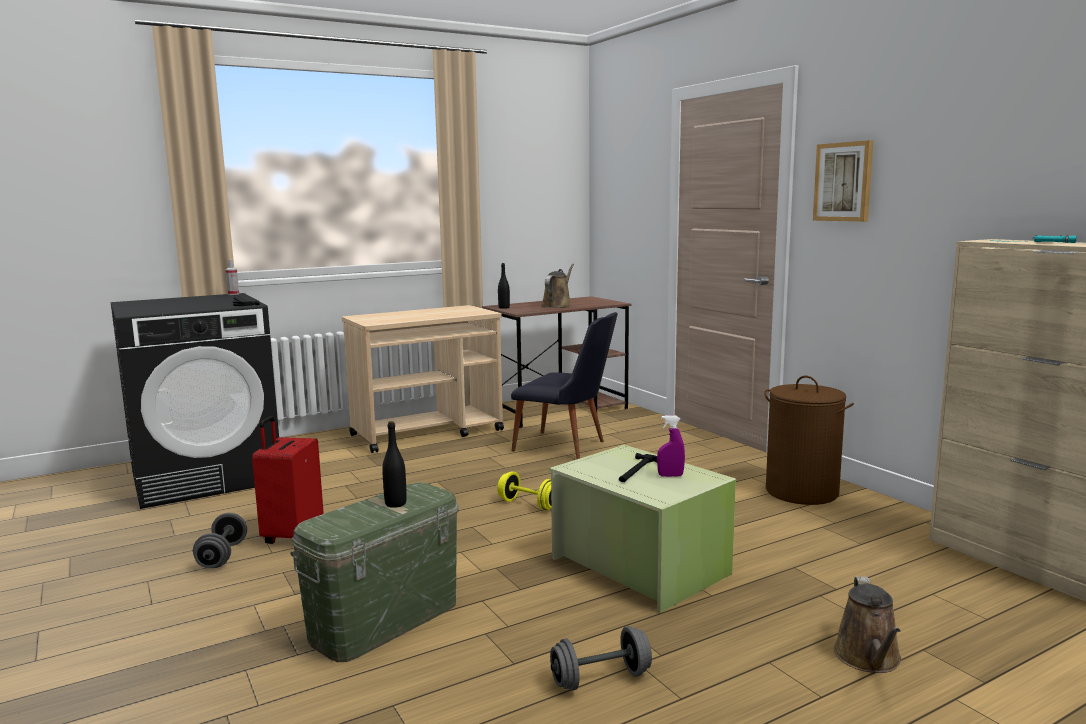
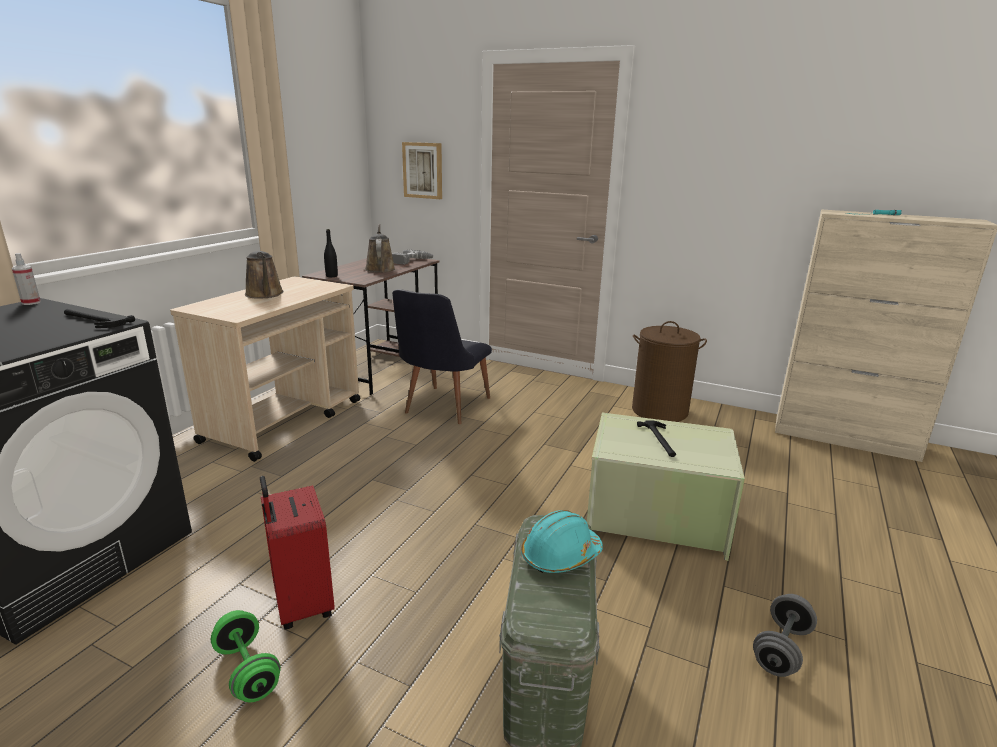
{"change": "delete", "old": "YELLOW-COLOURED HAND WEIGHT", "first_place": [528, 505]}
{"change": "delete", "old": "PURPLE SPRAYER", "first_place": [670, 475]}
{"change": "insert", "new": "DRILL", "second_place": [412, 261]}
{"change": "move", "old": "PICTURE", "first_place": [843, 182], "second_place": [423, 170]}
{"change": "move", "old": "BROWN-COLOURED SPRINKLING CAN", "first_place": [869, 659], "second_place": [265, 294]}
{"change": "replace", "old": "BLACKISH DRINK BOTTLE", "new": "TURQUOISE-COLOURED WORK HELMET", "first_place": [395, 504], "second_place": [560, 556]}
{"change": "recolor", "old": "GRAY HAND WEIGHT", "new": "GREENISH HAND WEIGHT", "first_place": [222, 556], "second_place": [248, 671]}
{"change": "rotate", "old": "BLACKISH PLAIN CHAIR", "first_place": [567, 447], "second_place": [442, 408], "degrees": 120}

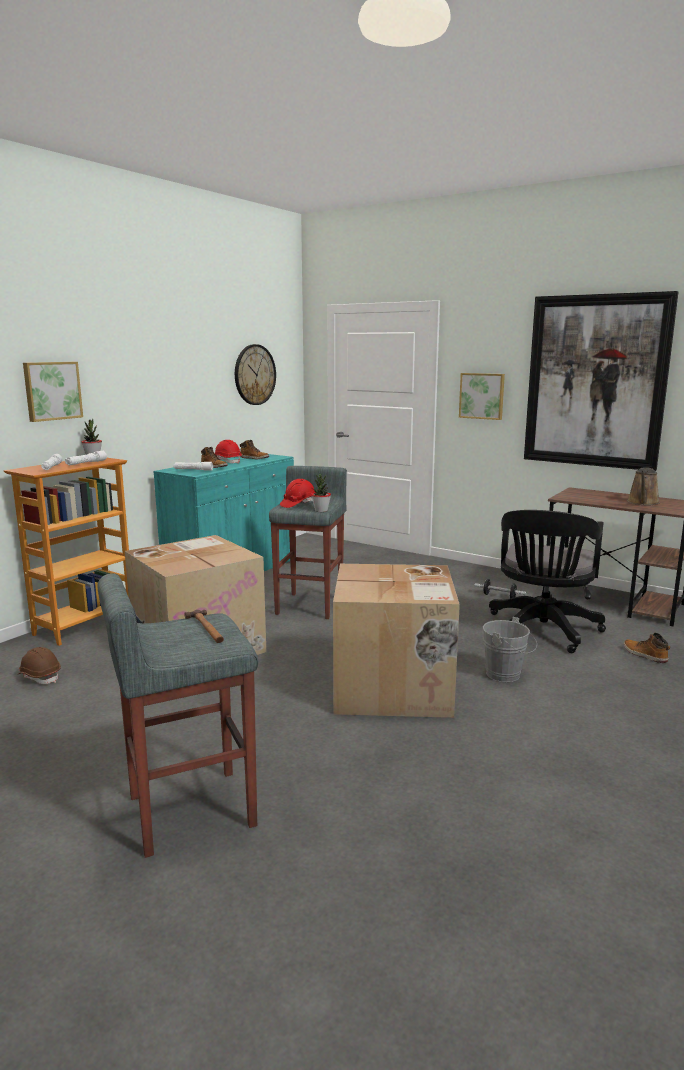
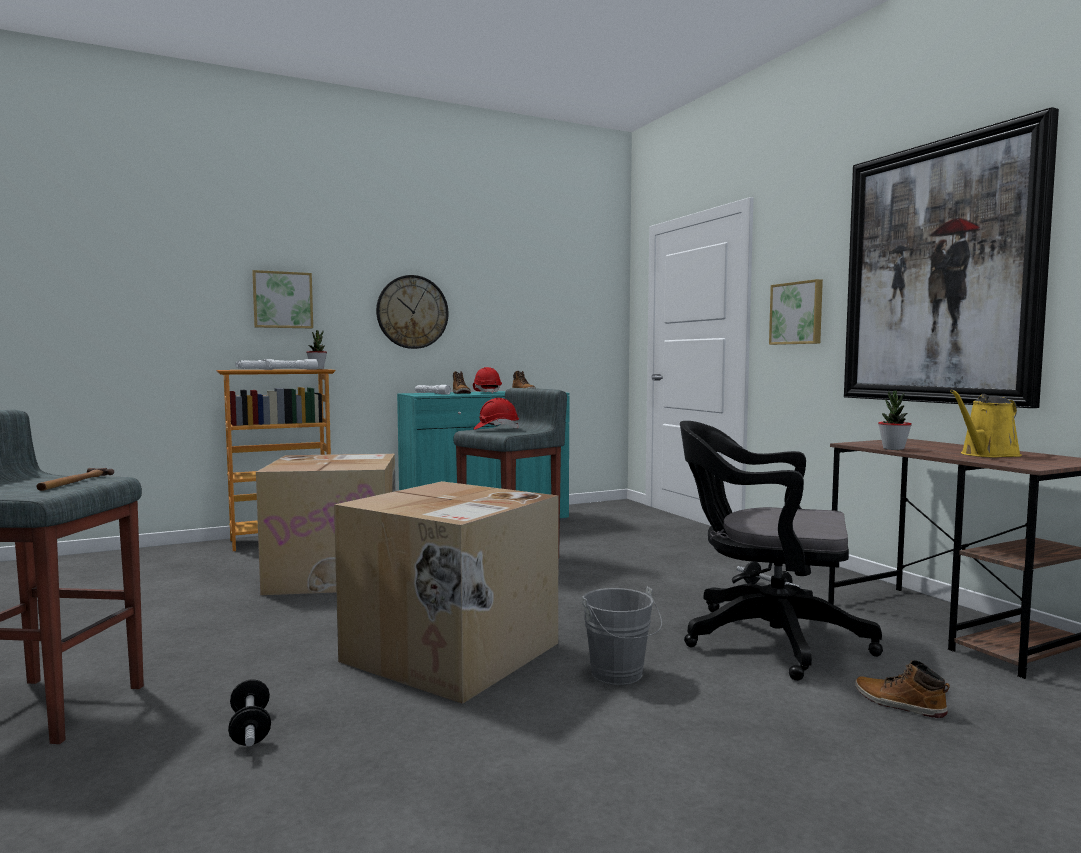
{"change": "delete", "old": "BROWN-COLOURED WORK HELMET", "first_place": [40, 677]}
{"change": "insert", "new": "HAND WEIGHT", "second_place": [250, 729]}
{"change": "move", "old": "WALL CLOCK", "first_place": [254, 375], "second_place": [412, 312]}
{"change": "move", "old": "HOUSEPLANT", "first_place": [321, 510], "second_place": [893, 449]}
{"change": "recolor", "old": "BROWN-COLOURED SPRINKLING CAN", "new": "YELLOW-COLOURED SPRINKLING CAN", "first_place": [643, 503], "second_place": [987, 455]}
{"change": "rotate", "old": "BLACKISH DESK CHAIR", "first_place": [542, 631], "second_place": [764, 638], "degrees": 60}
{"change": "rotate", "old": "TALL BOOT", "first_place": [644, 655], "second_place": [899, 704], "degrees": -45}

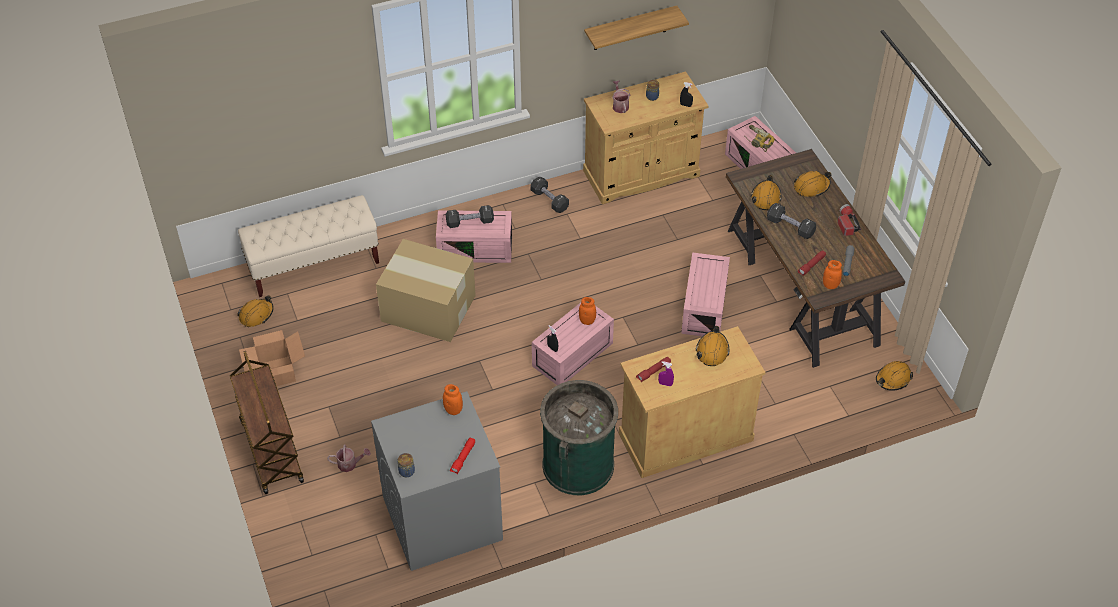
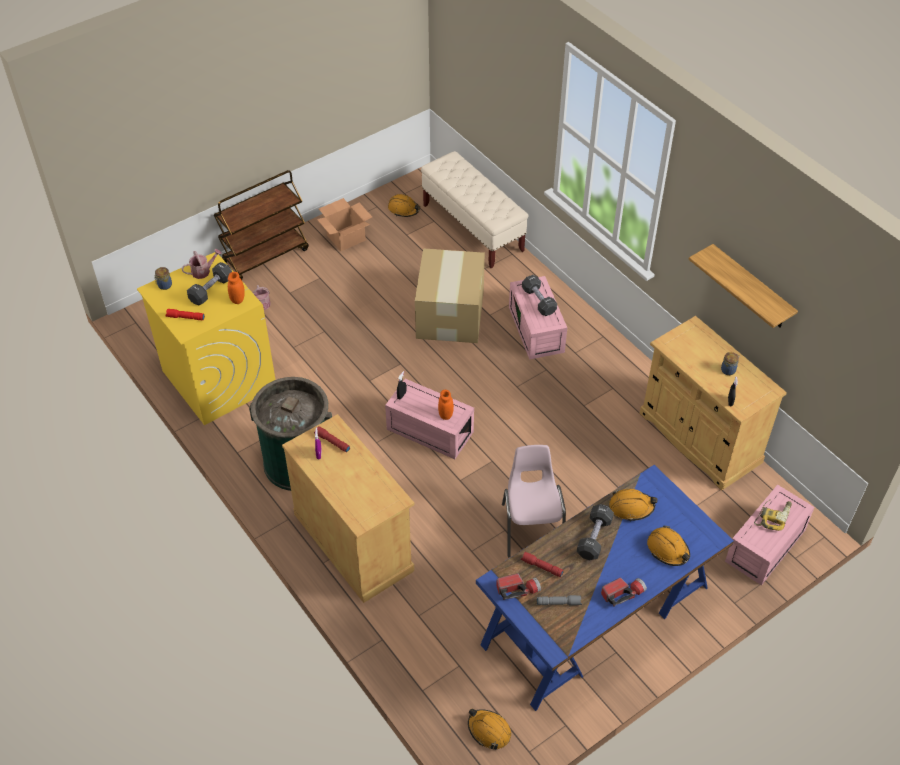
{"change": "delete", "old": "ORANGEY WORK HELMET", "first_place": [712, 351]}
{"change": "move", "old": "BLACKISH HAND WEIGHT", "first_place": [549, 200], "second_place": [211, 290]}
{"change": "move", "old": "SPRINKLING CAN", "first_place": [620, 105], "second_place": [203, 271]}
{"change": "replace", "old": "PINKISH STORAGE BOX", "new": "PINKISH PLAIN CHAIR", "first_place": [703, 306], "second_place": [531, 527]}
{"change": "replace", "old": "ORANGEY JAR", "new": "TORCH", "first_place": [830, 285], "second_place": [518, 590]}
{"change": "recolor", "old": "GRAY LAUNDRY MACHINE", "new": "YELLOW-COLOURED LAUNDRY MACHINE", "first_place": [441, 519], "second_place": [218, 378]}
{"change": "recolor", "old": "BROWN-COLOURED DESK TABLE", "new": "BLUE-COLOURED DESK TABLE", "first_place": [802, 286], "second_place": [596, 617]}

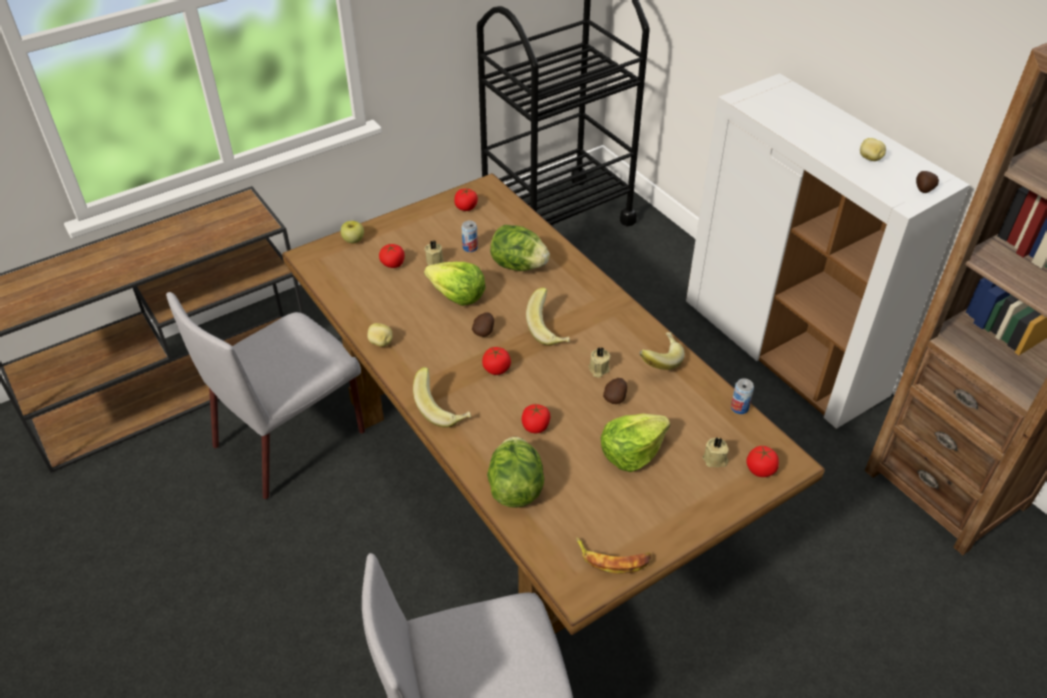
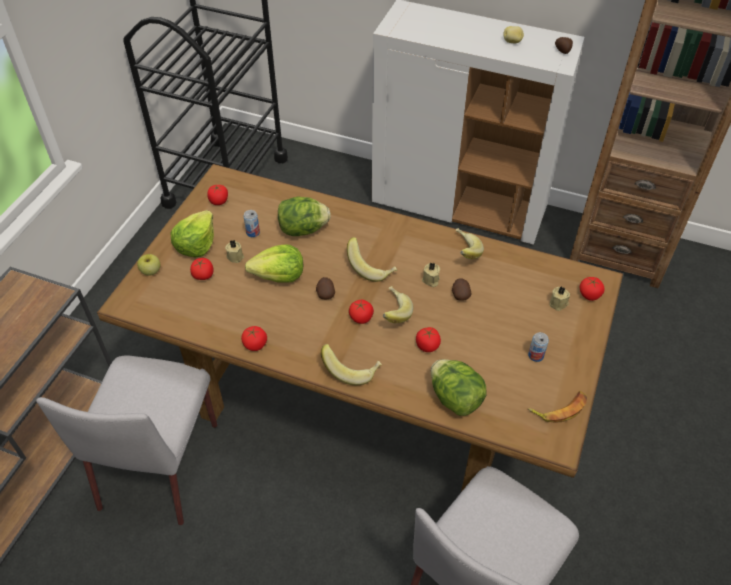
{"change": "insert", "new": "BANANA FRUIT", "second_place": [392, 313]}
{"change": "move", "old": "HEAD OF LETTUCE", "first_place": [631, 452], "second_place": [196, 244]}
{"change": "move", "old": "METAL CAN", "first_place": [739, 407], "second_place": [536, 355]}
{"change": "replace", "old": "SPUD", "new": "WHOLE TOMATO", "first_place": [381, 343], "second_place": [255, 344]}

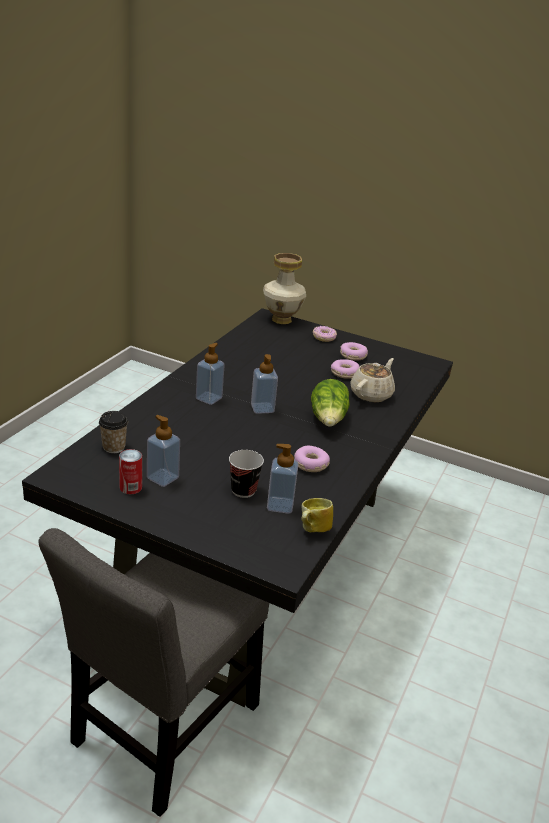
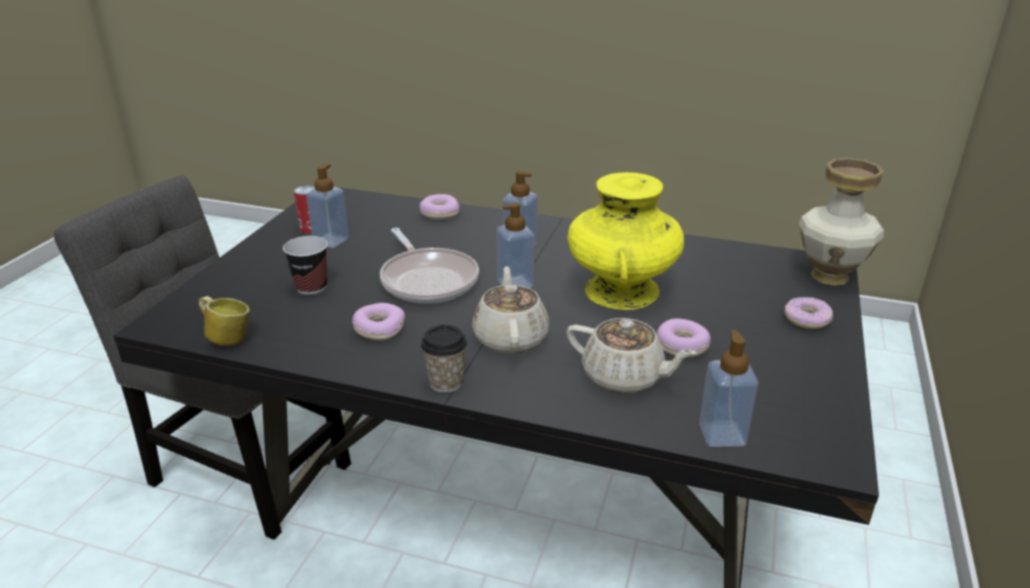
{"change": "insert", "new": "SKILLET", "second_place": [428, 280]}
{"change": "insert", "new": "YELLOW-COLOURED VASE", "second_place": [621, 291]}
{"change": "move", "old": "SMALL CUP", "first_place": [113, 447], "second_place": [446, 382]}
{"change": "move", "old": "SOAP DISPENSER", "first_place": [280, 505], "second_place": [722, 434]}
{"change": "move", "old": "RING DOUGHNUT", "first_place": [353, 356], "second_place": [439, 213]}
{"change": "replace", "old": "HEAD OF LETTUCE", "new": "BEIGE TEAPOT", "first_place": [328, 420], "second_place": [510, 337]}

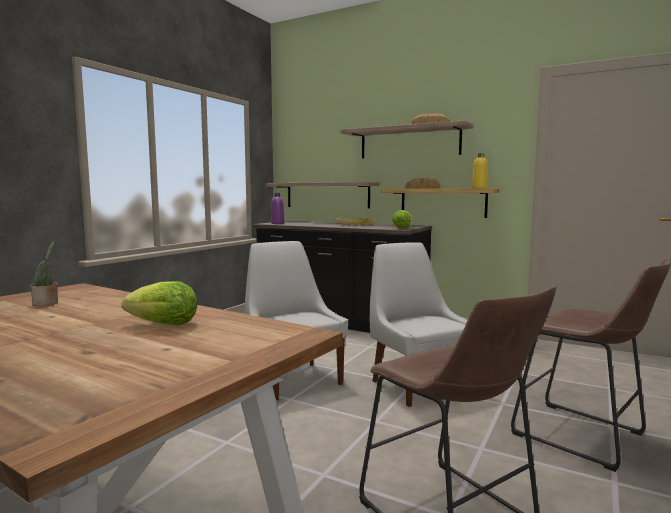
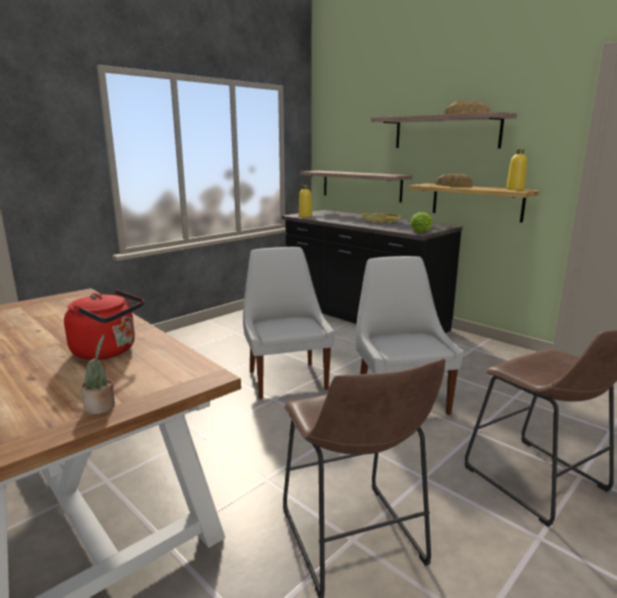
{"change": "move", "old": "HOUSEPLANT", "first_place": [47, 303], "second_place": [101, 407]}
{"change": "replace", "old": "HEAD OF LETTUCE", "new": "RED TEA KETTLE", "first_place": [164, 325], "second_place": [108, 351]}
{"change": "recolor", "old": "PURPLE DRINK BOTTLE", "new": "YELLOW-COLOURED DRINK BOTTLE", "first_place": [277, 223], "second_place": [305, 216]}

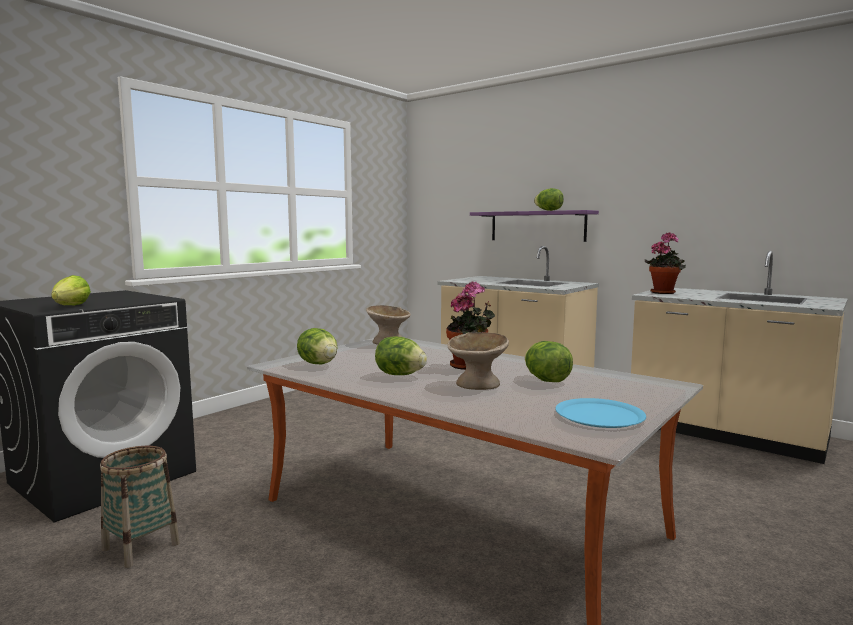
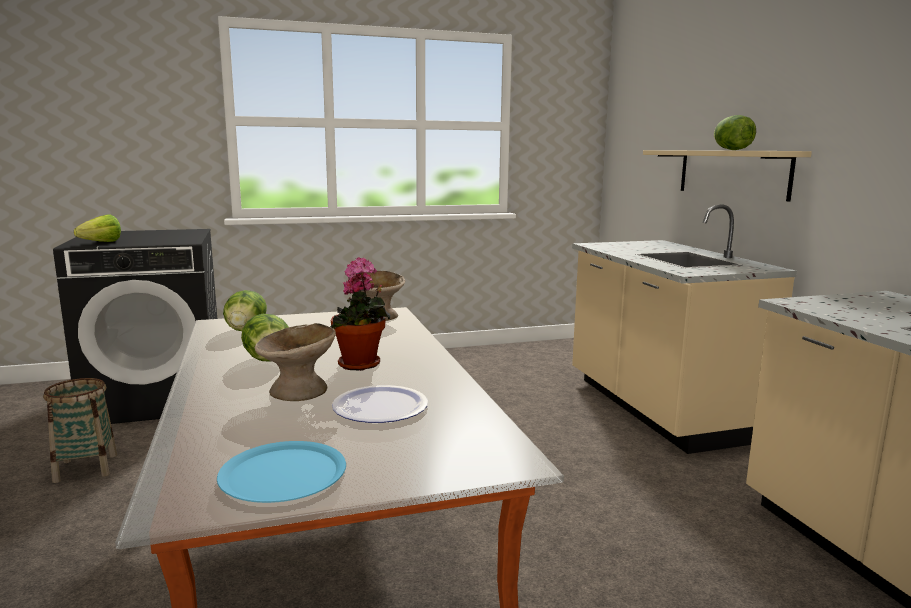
{"change": "delete", "old": "HOUSEPLANT", "first_place": [664, 292]}
{"change": "replace", "old": "HEAD OF LETTUCE", "new": "DINNER PLATE", "first_place": [546, 380], "second_place": [380, 406]}
{"change": "recolor", "old": "PURPLE SHELF", "new": "BEIGE SHELF", "first_place": [537, 226], "second_place": [732, 173]}

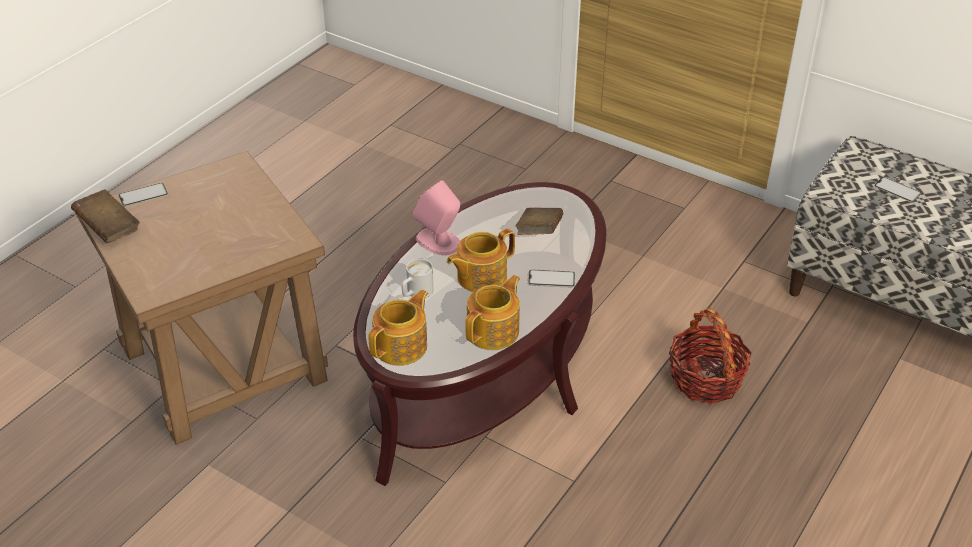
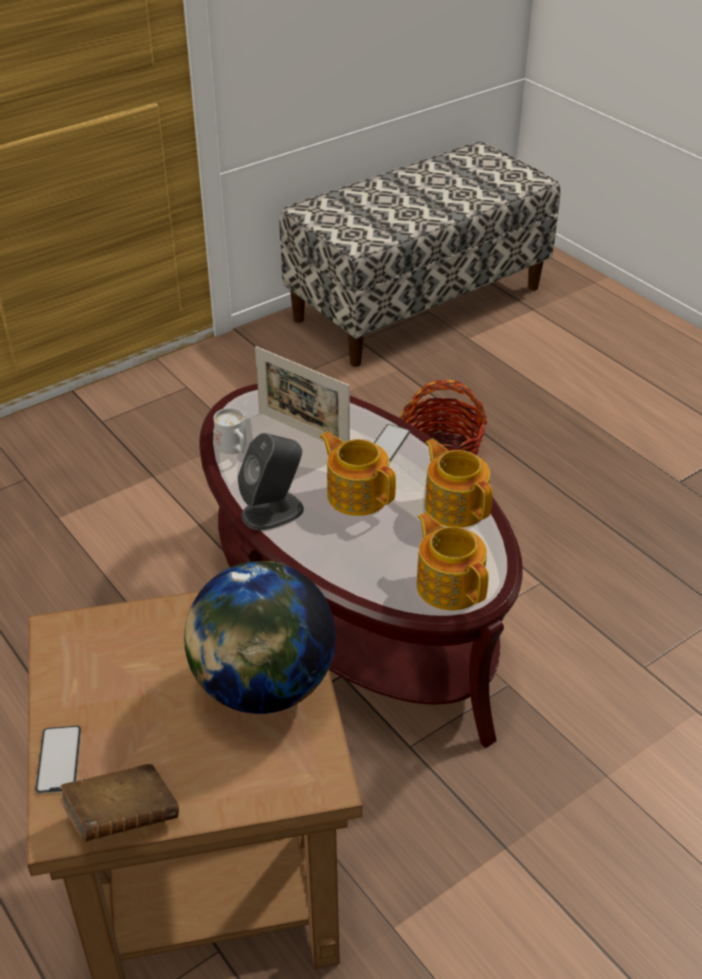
{"change": "delete", "old": "PHONE", "first_place": [897, 190]}
{"change": "insert", "new": "DESK GLOBE", "second_place": [263, 686]}
{"change": "move", "old": "WHITE-COLOURED COFFEE MUG", "first_place": [416, 293], "second_place": [234, 449]}
{"change": "replace", "old": "BROWN-COLOURED BOOK", "new": "STANDING FRAME", "first_place": [539, 232], "second_place": [303, 432]}
{"change": "recolor", "old": "PINKISH SPEAKER", "new": "GRAY SPEAKER", "first_place": [439, 241], "second_place": [273, 511]}
{"change": "rotate", "old": "TEAPOT", "first_place": [480, 277], "second_place": [357, 494], "degrees": 150}

